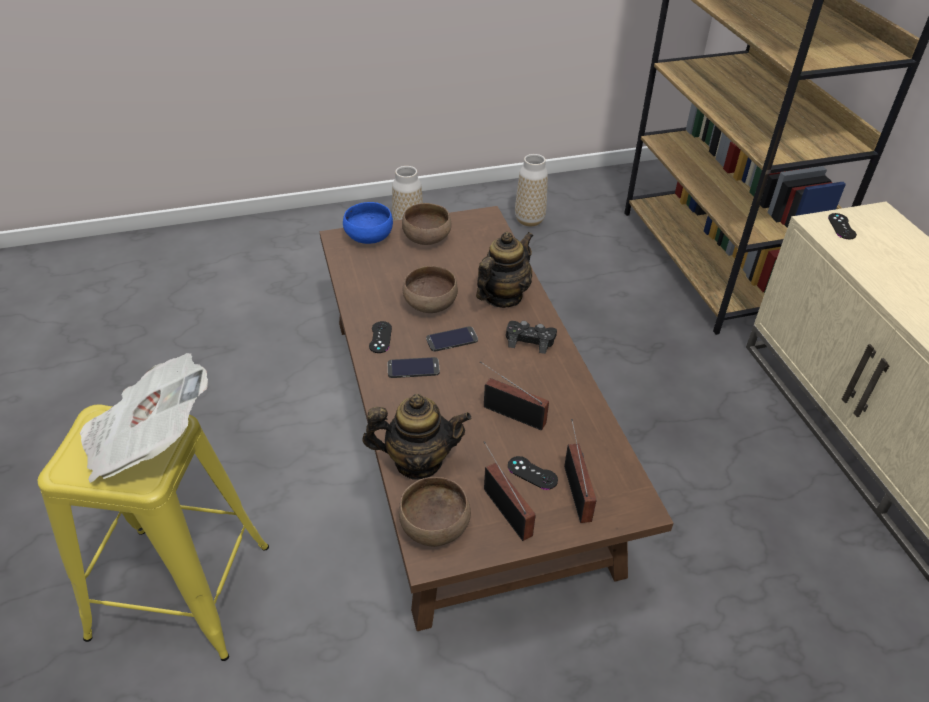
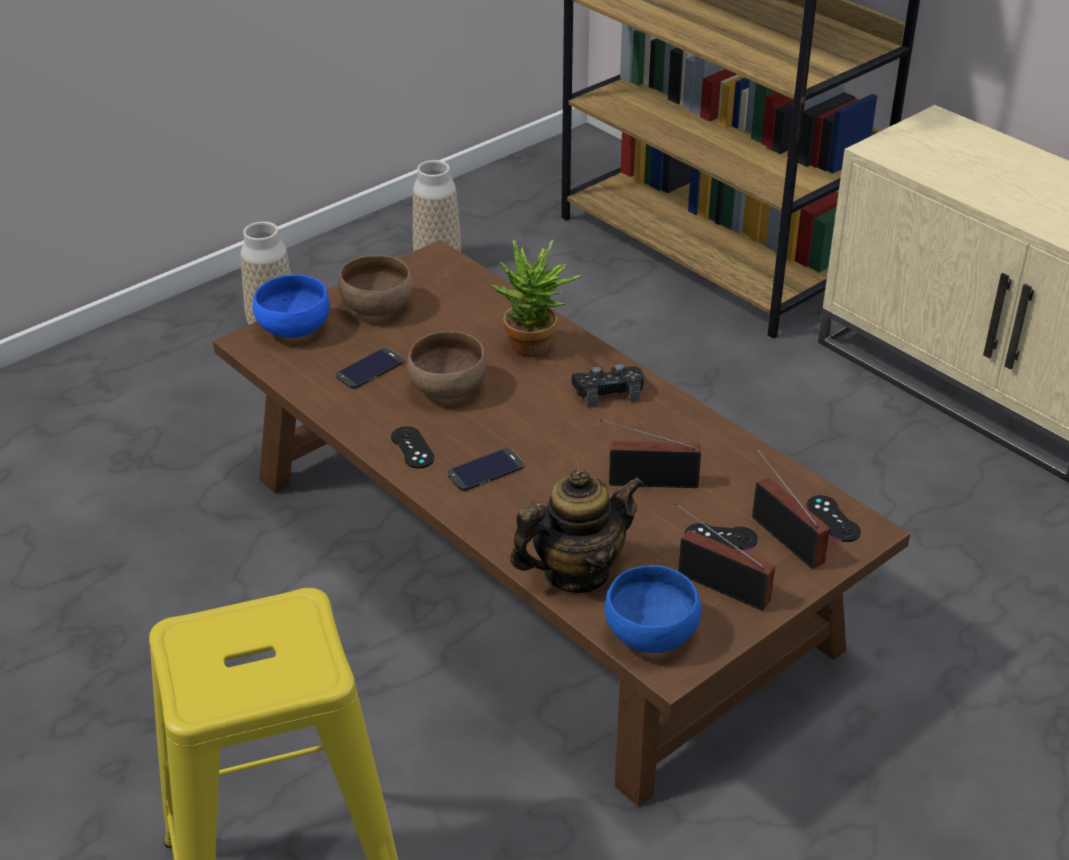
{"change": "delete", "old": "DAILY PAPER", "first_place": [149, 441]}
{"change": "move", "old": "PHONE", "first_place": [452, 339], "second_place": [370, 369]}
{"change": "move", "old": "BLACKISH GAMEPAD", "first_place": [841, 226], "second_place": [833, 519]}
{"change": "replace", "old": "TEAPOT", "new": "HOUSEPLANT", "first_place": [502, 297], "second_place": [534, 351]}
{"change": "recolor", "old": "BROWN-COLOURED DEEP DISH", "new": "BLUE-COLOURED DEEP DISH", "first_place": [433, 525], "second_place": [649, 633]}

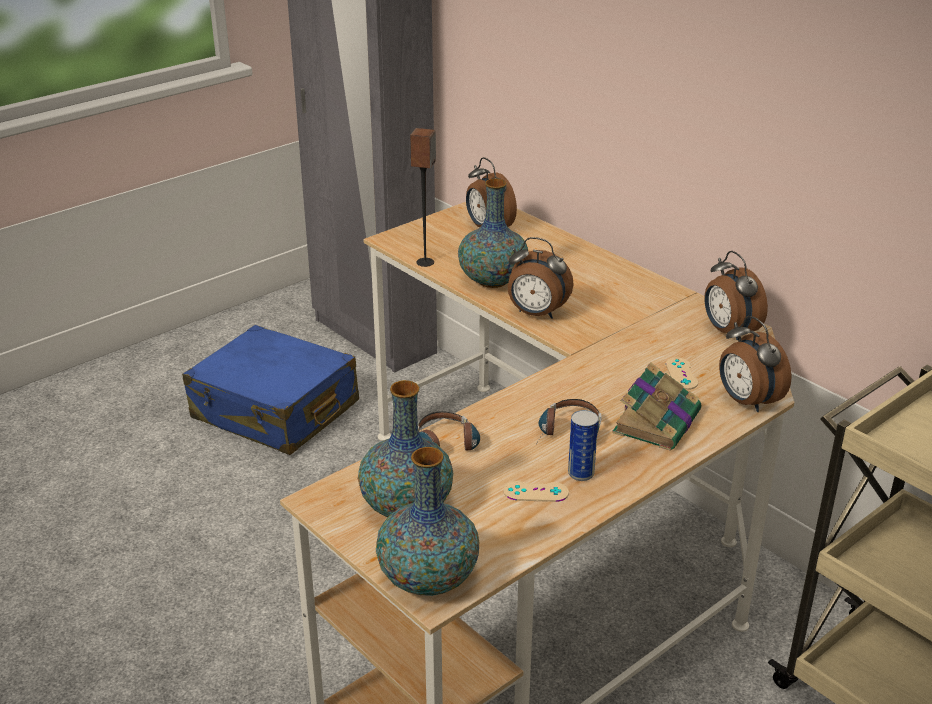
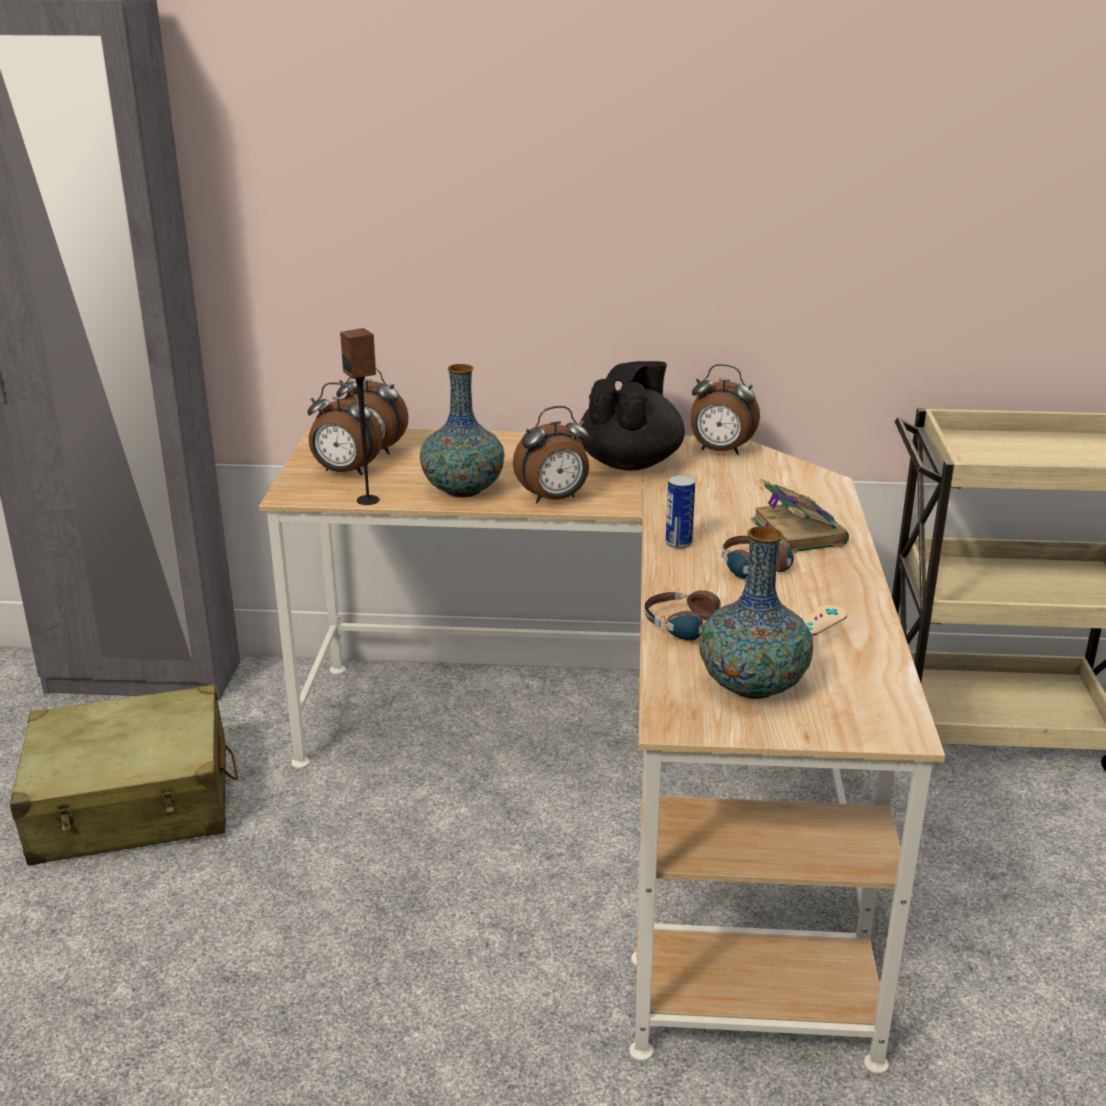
{"change": "delete", "old": "VASE", "first_place": [427, 579]}
{"change": "delete", "old": "BEIGE GAMEPAD", "first_place": [681, 374]}
{"change": "insert", "new": "BLACKISH TEAPOT", "second_place": [631, 462]}
{"change": "move", "old": "METAL CAN", "first_place": [581, 473], "second_place": [678, 543]}
{"change": "move", "old": "BEDSIDE CLOCK", "first_place": [746, 401], "second_place": [345, 472]}
{"change": "recolor", "old": "BLUE-COLOURED SUITCASE", "new": "BEIGE SUITCASE", "first_place": [275, 411], "second_place": [133, 803]}

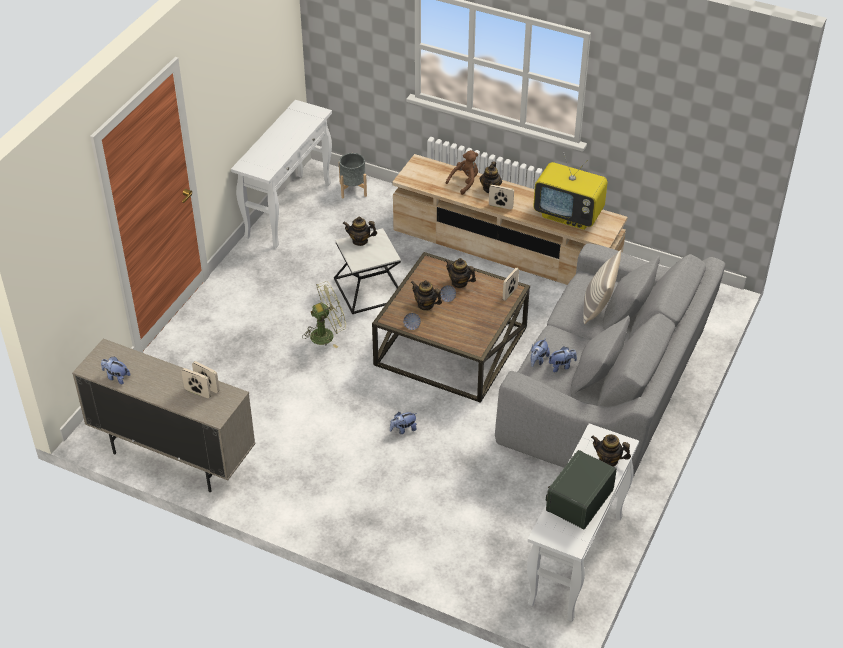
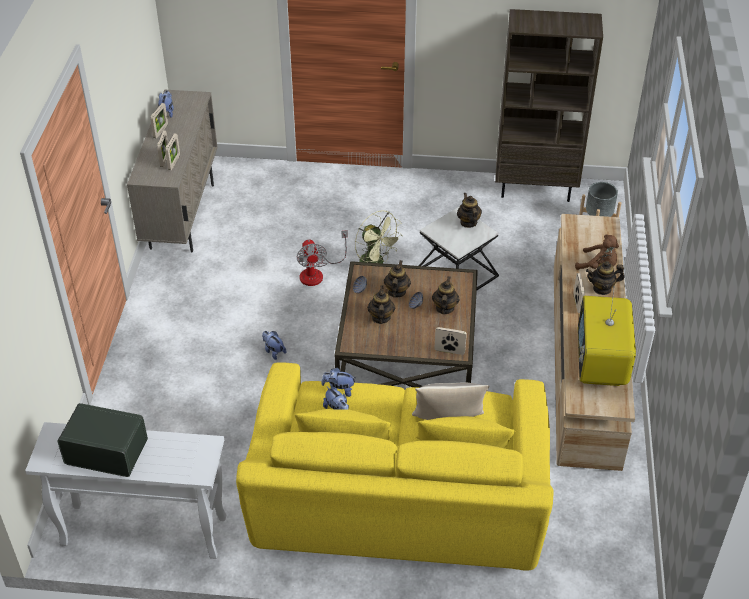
{"change": "insert", "new": "STANDING FRAME", "second_place": [160, 131]}
{"change": "insert", "new": "ELECTRIC FAN", "second_place": [317, 272]}
{"change": "move", "old": "TEAPOT", "first_place": [608, 460], "second_place": [380, 317]}
{"change": "replace", "old": "WHITE-COLOURED HALL TABLE", "new": "BROWN-COLOURED BOOKCASE", "first_place": [288, 209], "second_place": [536, 188]}
{"change": "recolor", "old": "GRAY SETTEE", "new": "YELLOW-COLOURED SETTEE", "first_place": [605, 393], "second_place": [398, 504]}

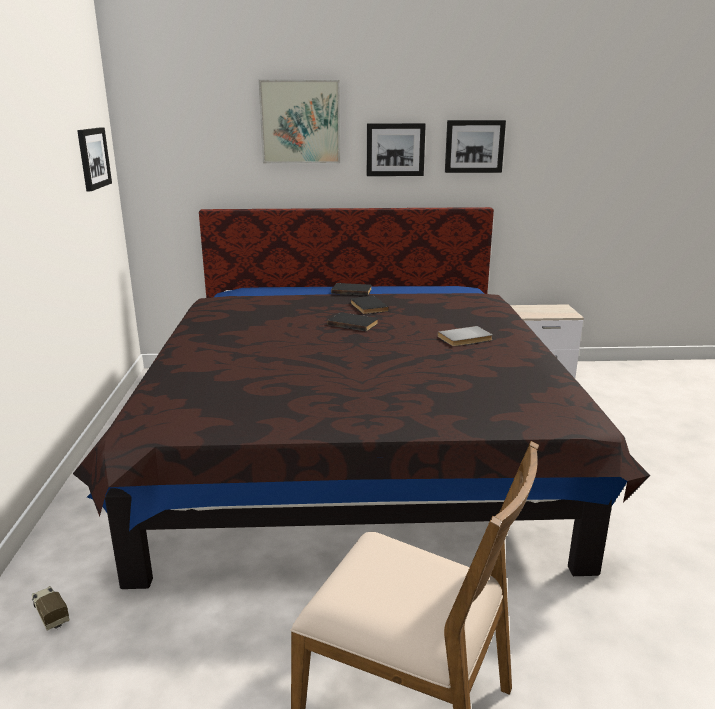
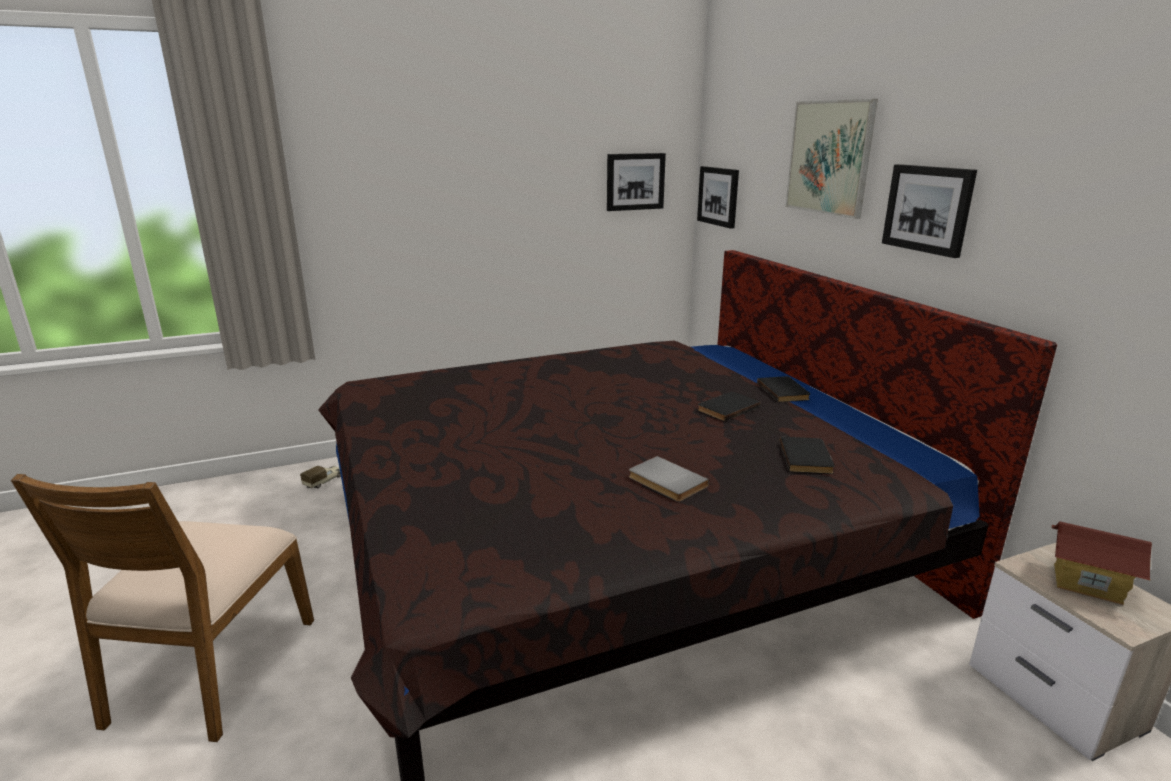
{"change": "insert", "new": "TOY HOUSE", "second_place": [1087, 583]}
{"change": "move", "old": "BLACKISH BOOK", "first_place": [353, 323], "second_place": [808, 458]}
{"change": "move", "old": "PICTURE", "first_place": [474, 146], "second_place": [719, 196]}

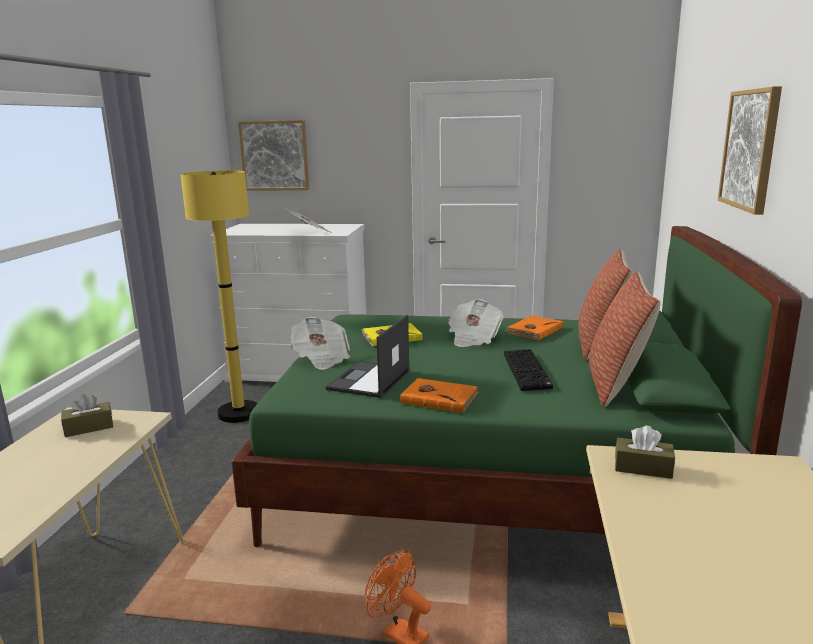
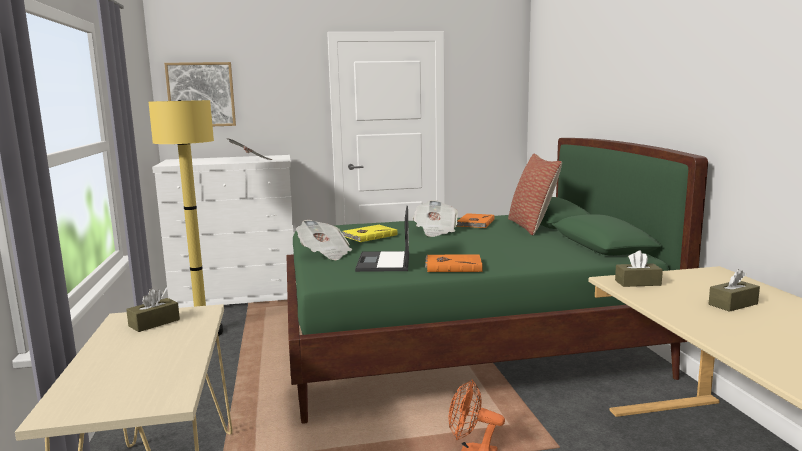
{"change": "delete", "old": "COMPUTER KEYBOARD", "first_place": [528, 371]}
{"change": "delete", "old": "PILLOW", "first_place": [616, 385]}
{"change": "delete", "old": "PICTURE", "first_place": [750, 149]}
{"change": "insert", "new": "BROWN-COLOURED TISSUE BOX", "second_place": [733, 304]}

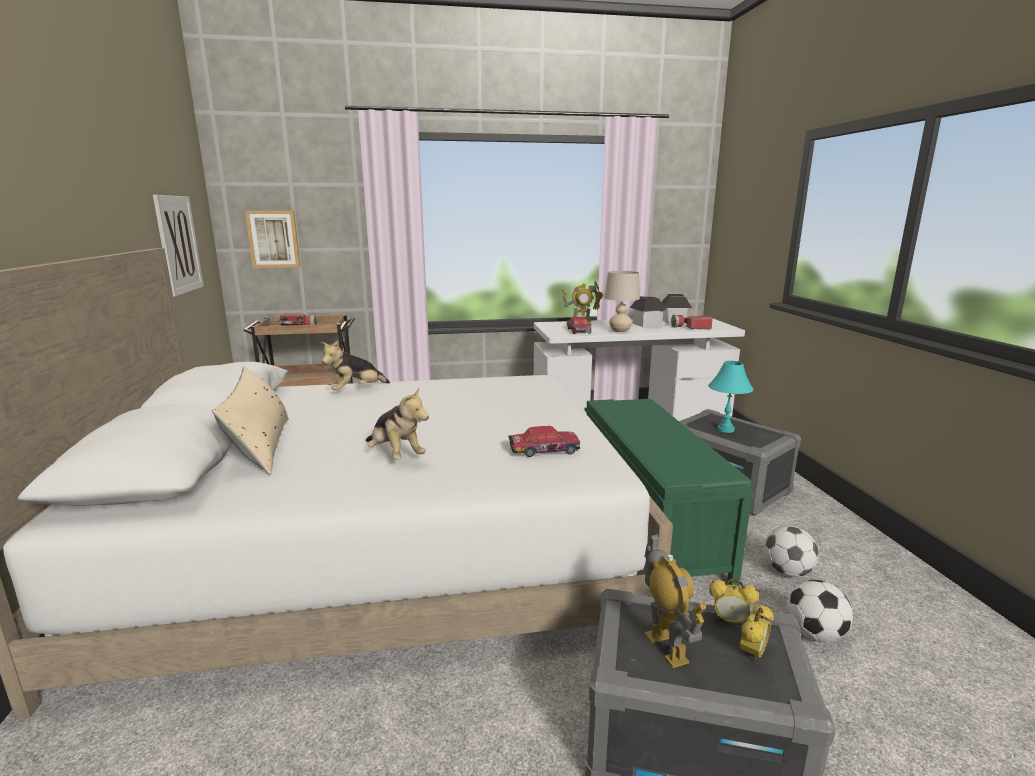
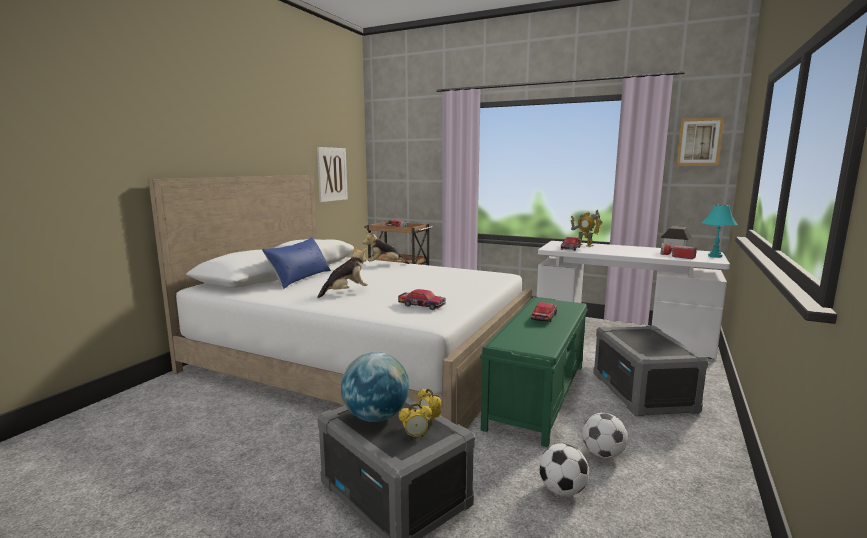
{"change": "delete", "old": "BEIGE LAMP FOR A TABLE", "first_place": [620, 331]}
{"change": "delete", "old": "TOY HOUSE", "first_place": [647, 324]}
{"change": "insert", "new": "TOY CAR", "second_place": [543, 317]}
{"change": "move", "old": "PICTURE", "first_place": [273, 239], "second_place": [699, 142]}
{"change": "move", "old": "TURQUOISE-COLOURED LAMP FOR A TABLE", "first_place": [726, 429], "second_place": [715, 256]}
{"change": "replace", "old": "TOY ROBOT", "new": "DESK GLOBE", "first_place": [666, 647], "second_place": [376, 417]}
{"change": "recolor", "old": "BEIGE PILLOW", "new": "BLUE-COLOURED PILLOW", "first_place": [260, 446], "second_place": [300, 278]}
{"change": "rotate", "old": "PLUSH TOY", "first_place": [395, 455], "second_place": [346, 292], "degrees": -120}

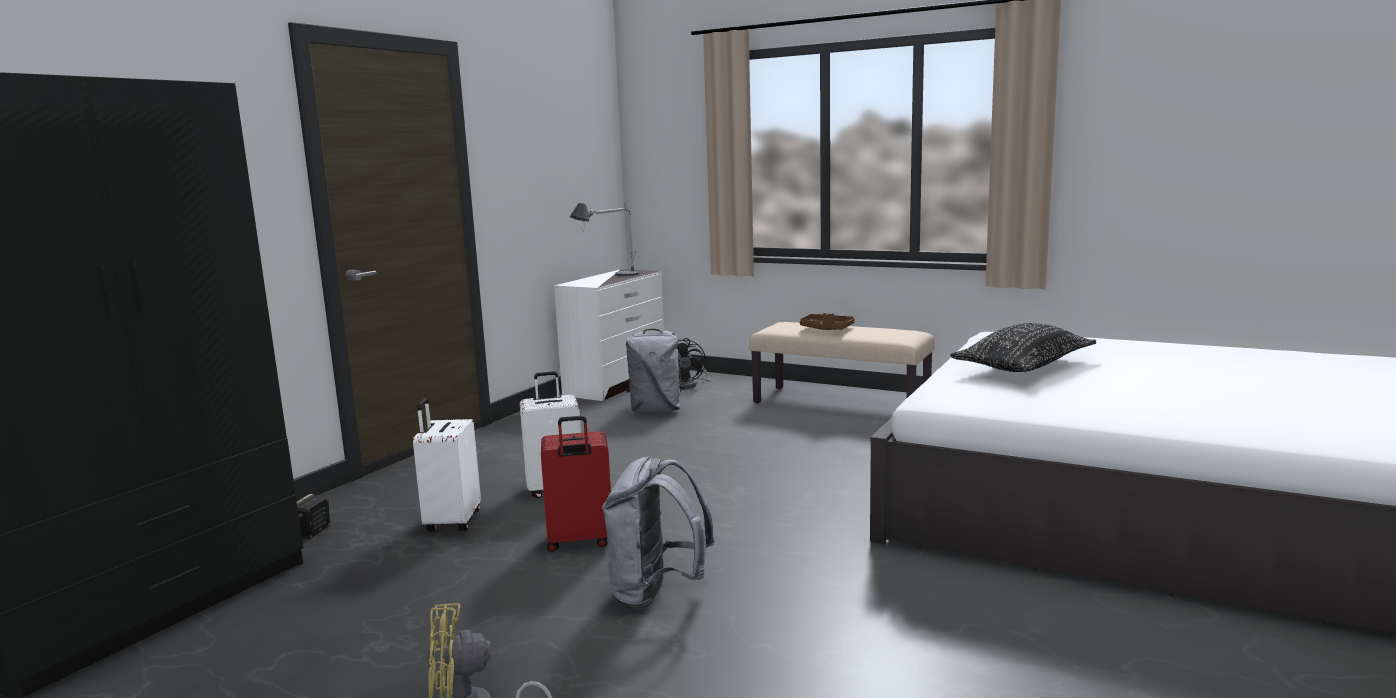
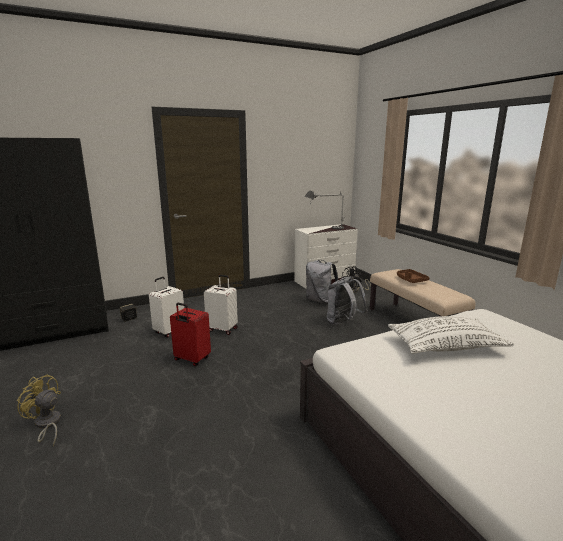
{"change": "move", "old": "GRAY RUCKSACK", "first_place": [657, 594], "second_place": [343, 323]}
{"change": "recolor", "old": "BLACKISH PILLOW", "new": "WHITE-COLOURED PILLOW", "first_place": [1024, 367], "second_place": [445, 346]}

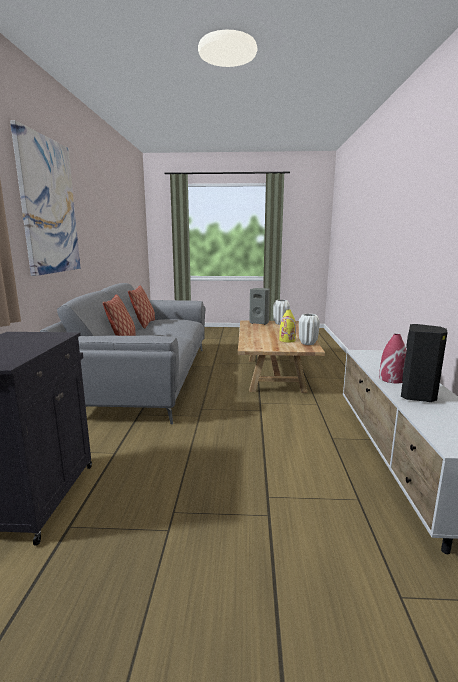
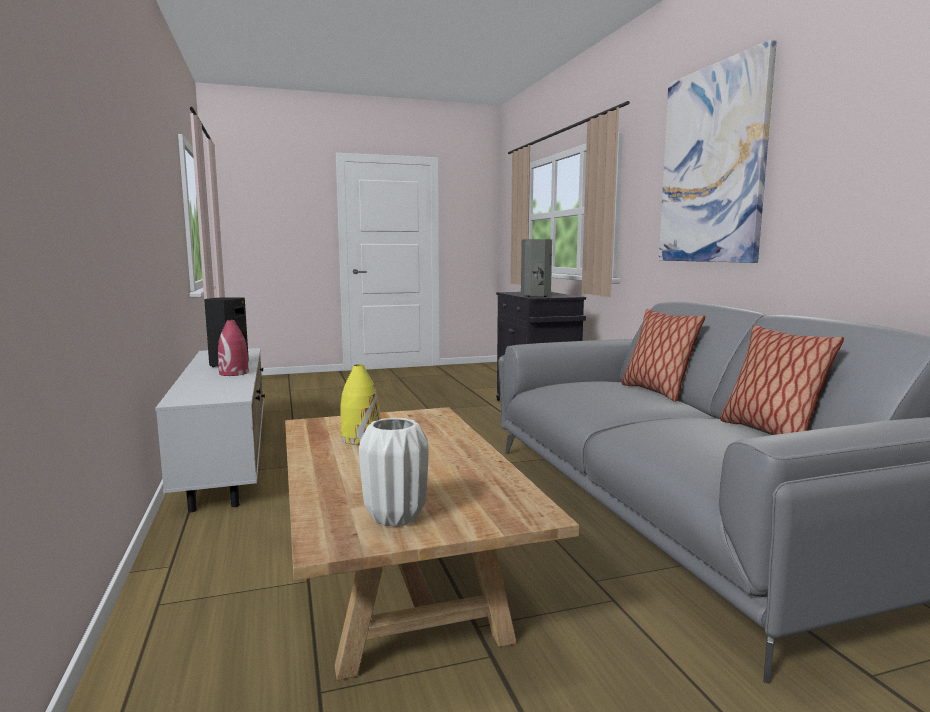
{"change": "delete", "old": "WHITE-COLOURED VASE", "first_place": [307, 343]}
{"change": "move", "old": "GRAY SPEAKER", "first_place": [260, 323], "second_place": [536, 296]}

